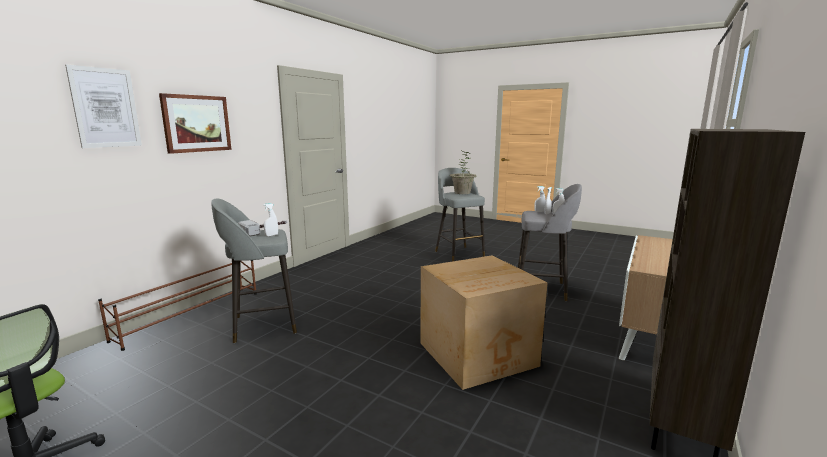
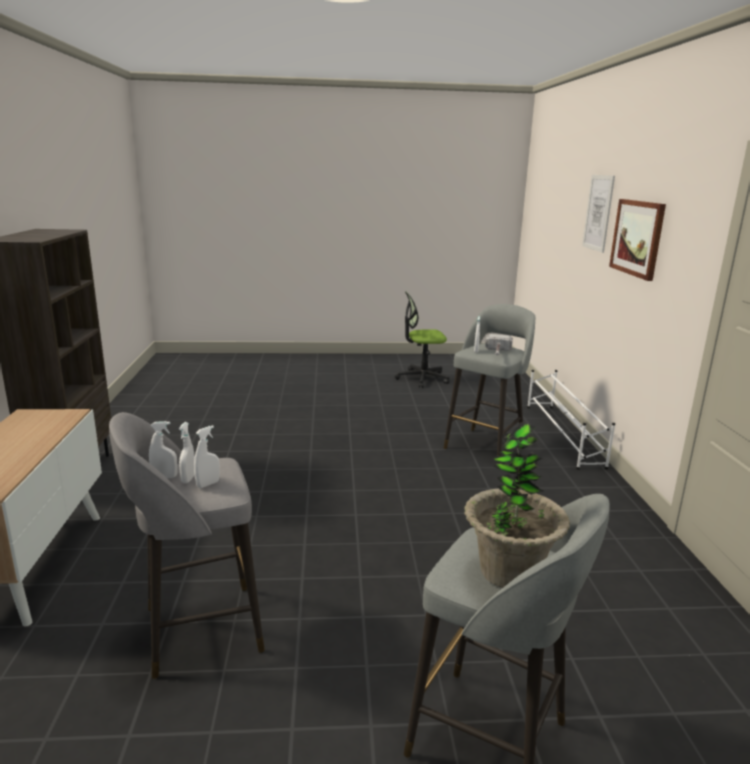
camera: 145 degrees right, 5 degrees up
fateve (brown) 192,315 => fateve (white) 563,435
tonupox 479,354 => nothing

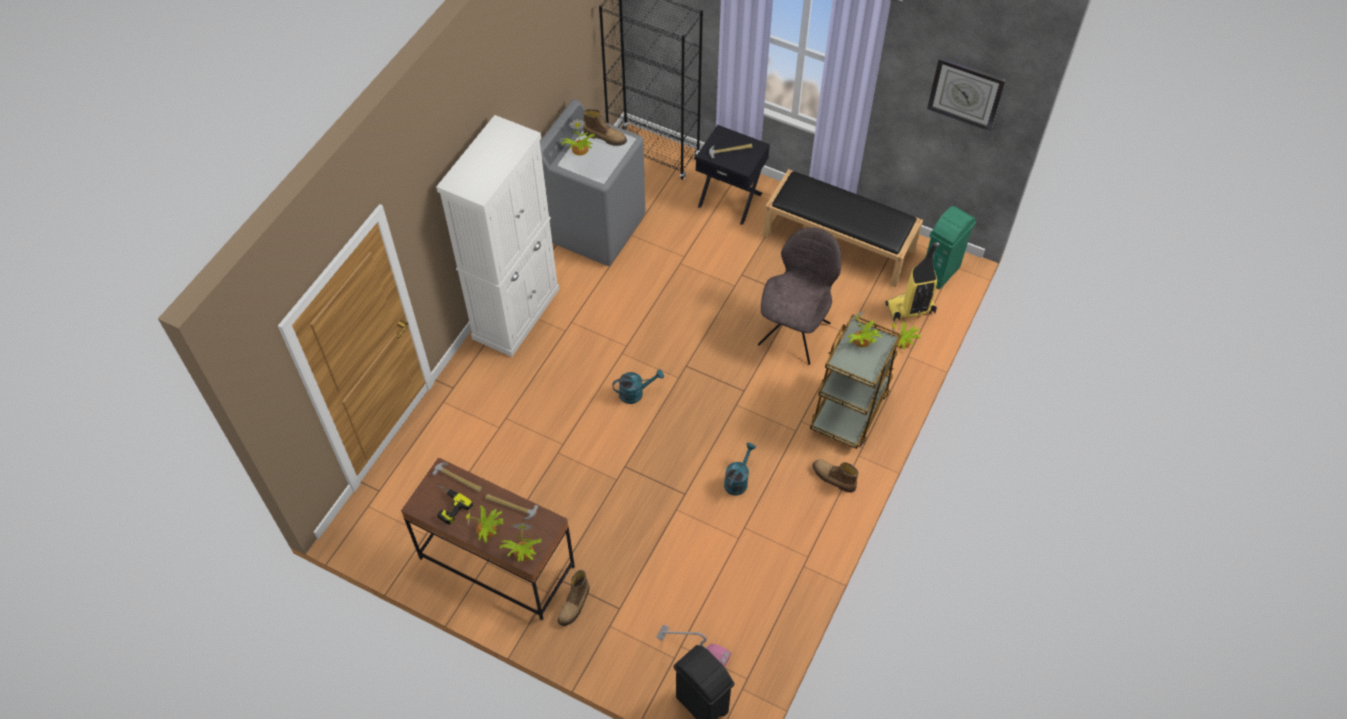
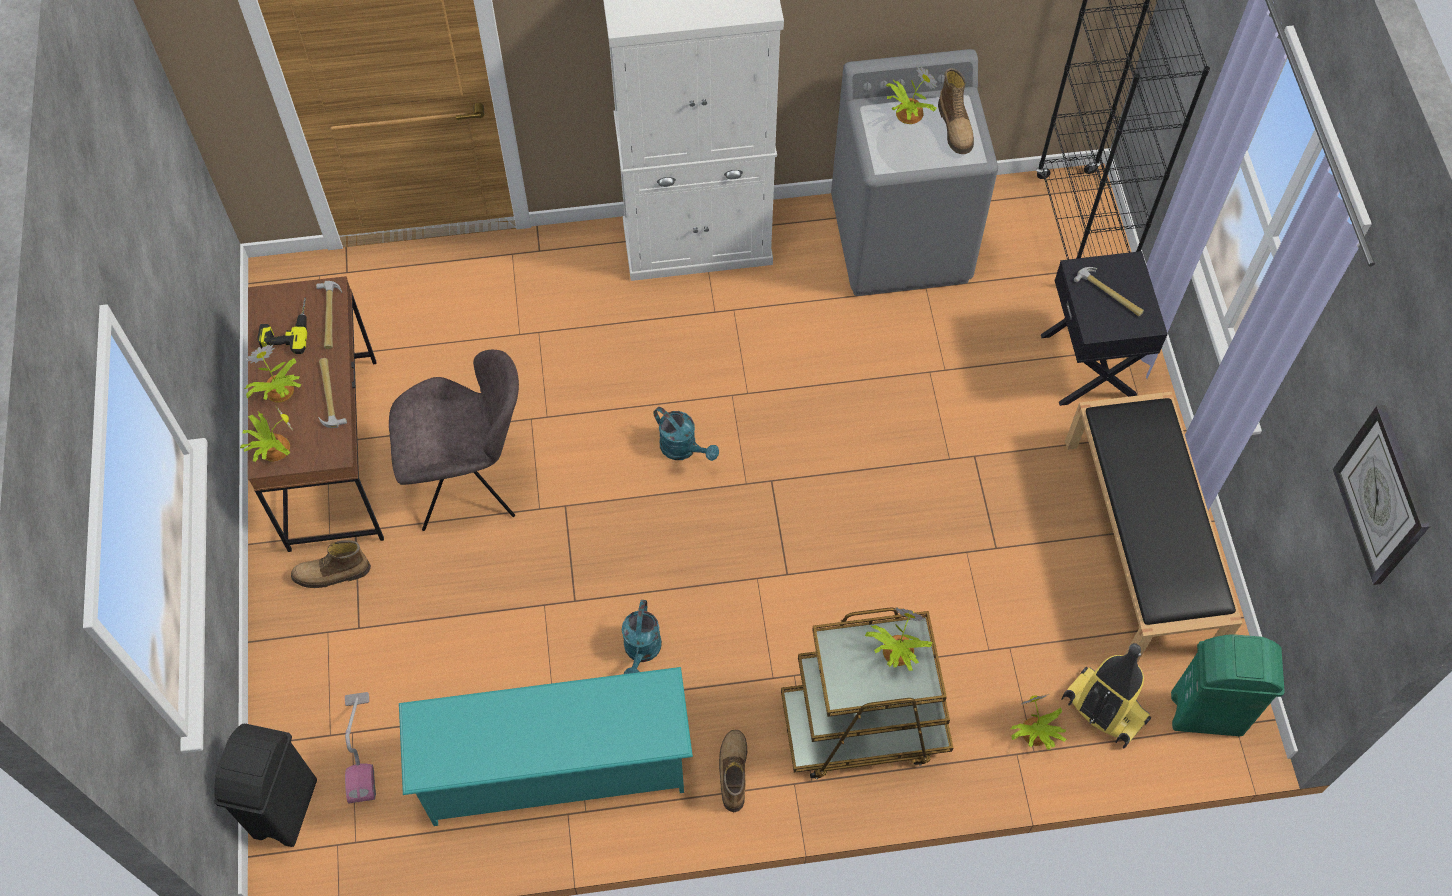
camera: 55 degrees right, 5 degrees up
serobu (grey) 795,332 => serobu (grey) 469,483, shifted
nothing => fateve (turquoise) 555,769
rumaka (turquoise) 738,480 => rumaka (turquoise) 641,651, 105 degrees clockwise

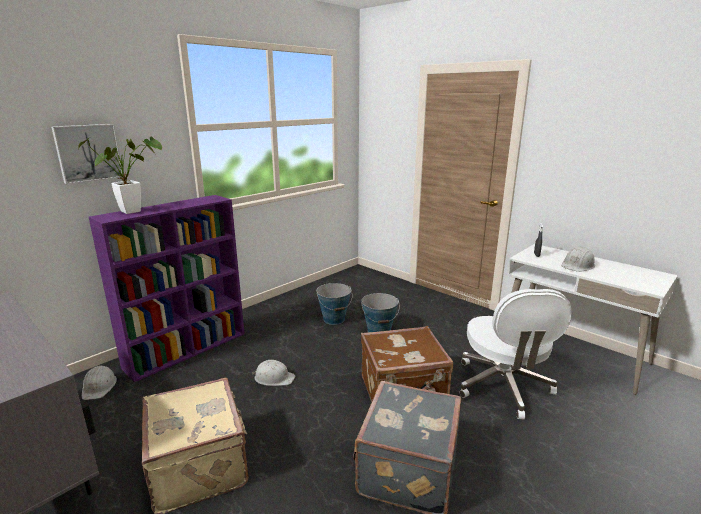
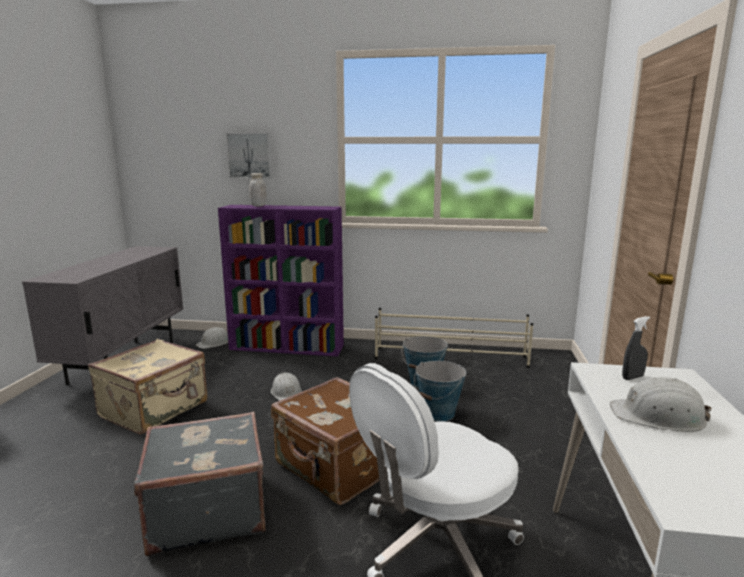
camera: 55 degrees right, 5 degrees down
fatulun 135,211 => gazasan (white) 258,206
nothing => fateve (beige) 451,357

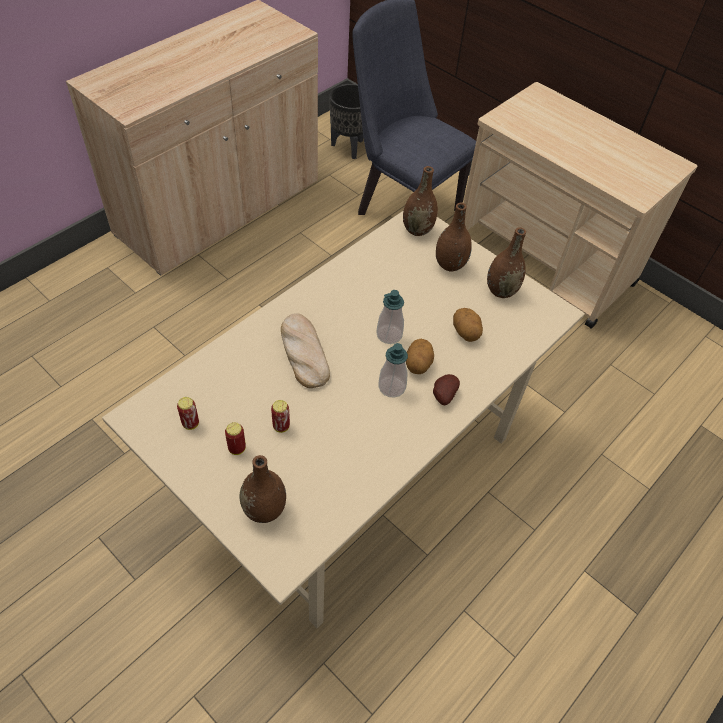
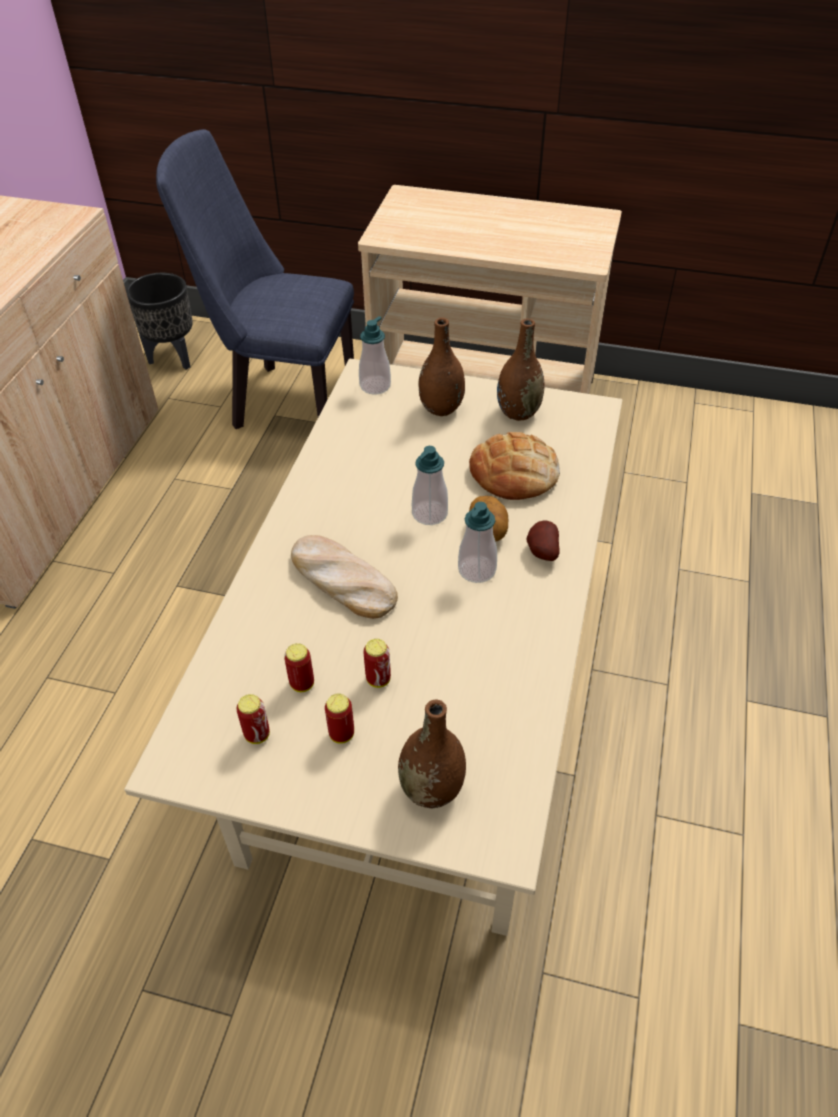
camera: 25 degrees left, 5 degrees down
nothing => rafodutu 302,684
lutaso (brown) 417,229 => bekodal 375,386
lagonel 466,333 => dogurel 514,473

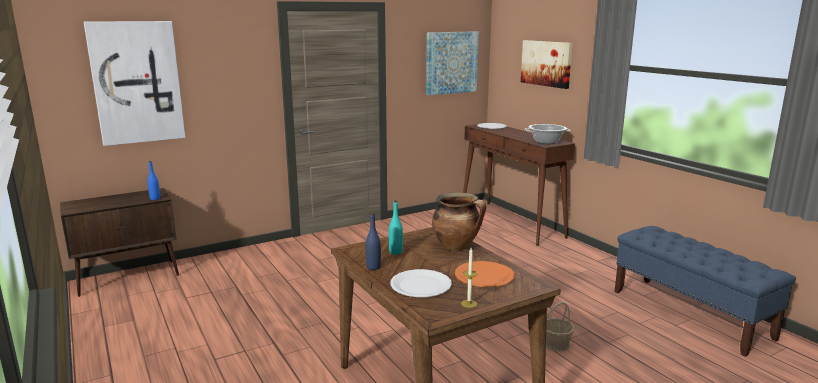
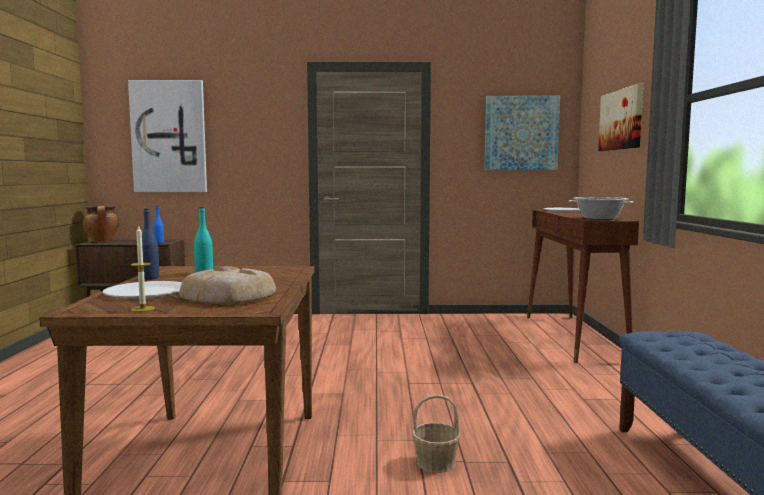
camera: 30 degrees right, 10 degrees down
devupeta 457,246 => devupeta 102,241, shifted
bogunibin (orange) 484,276 => dogurel 229,296

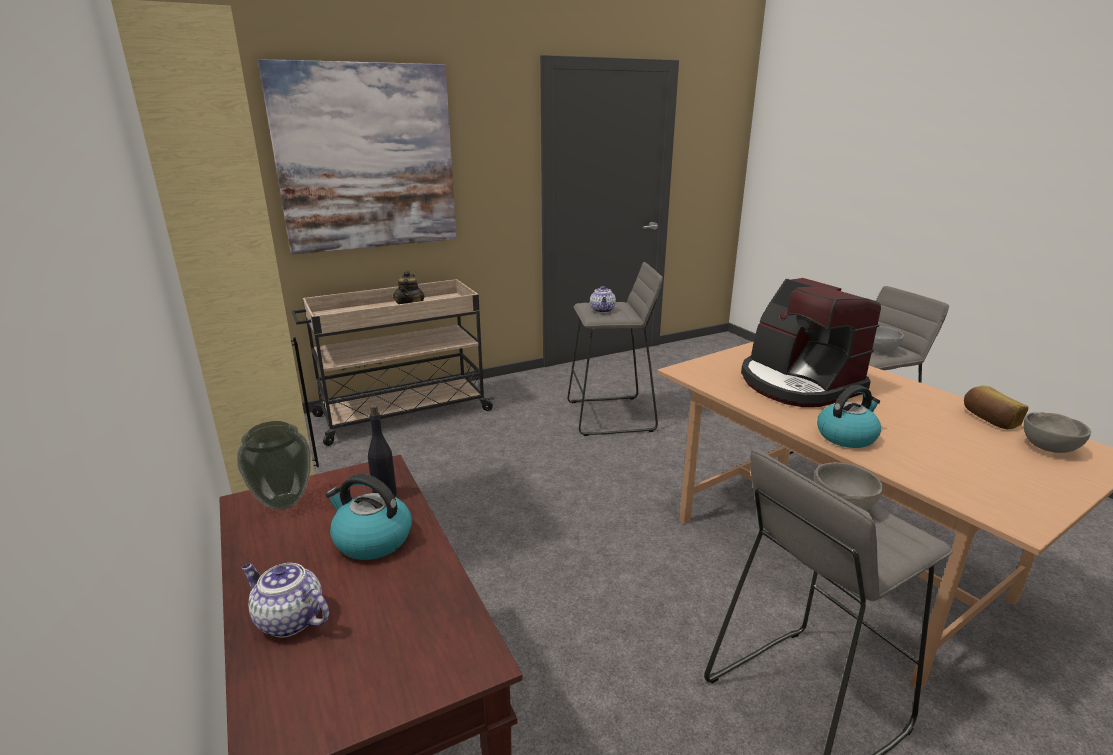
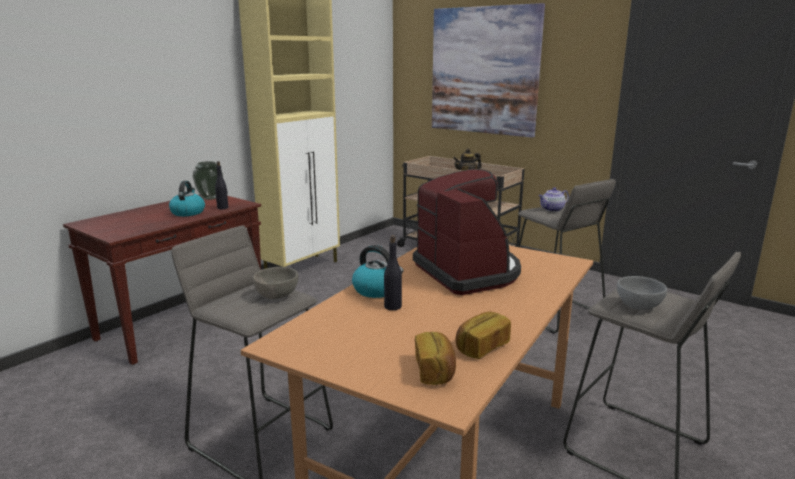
camera: 65 degrees right, 5 degrees down
nothing => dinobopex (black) 393,306
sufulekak 797,384 => sufulekak 468,272, 120 degrees clockwise
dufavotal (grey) 1049,448 => dogurel 435,371
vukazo 288,620 => nothing

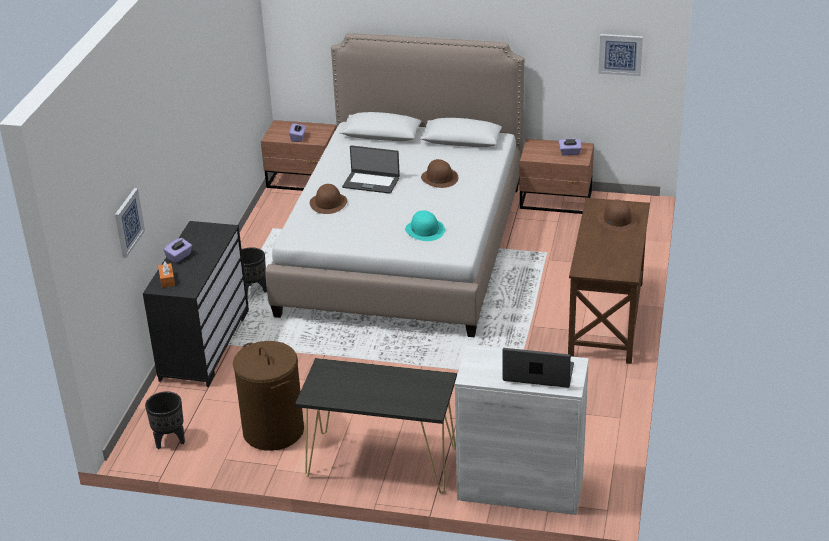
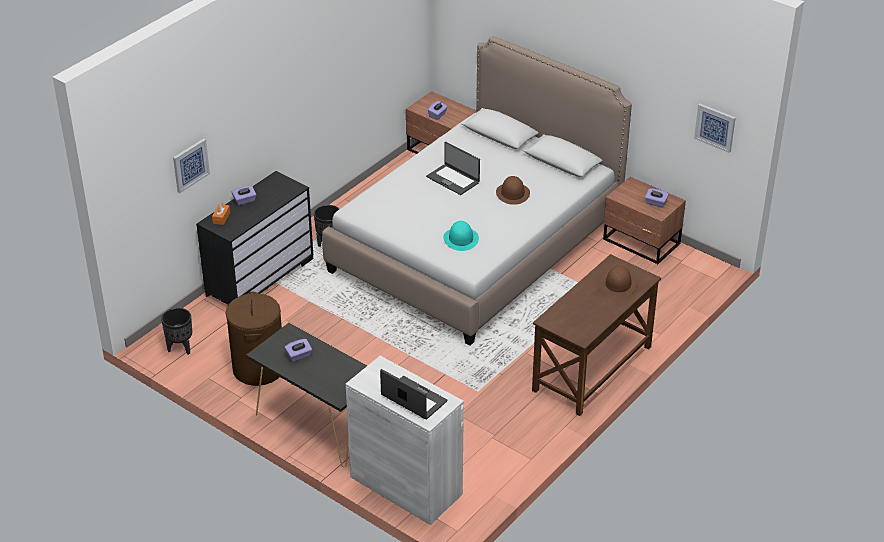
camera: 25 degrees right, 5 degrees up
nothing => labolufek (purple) 299,356
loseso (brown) 328,203 => nothing

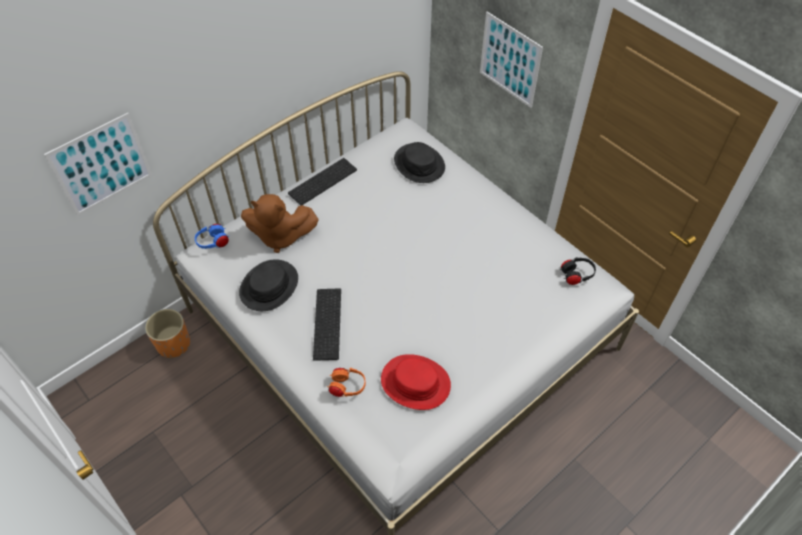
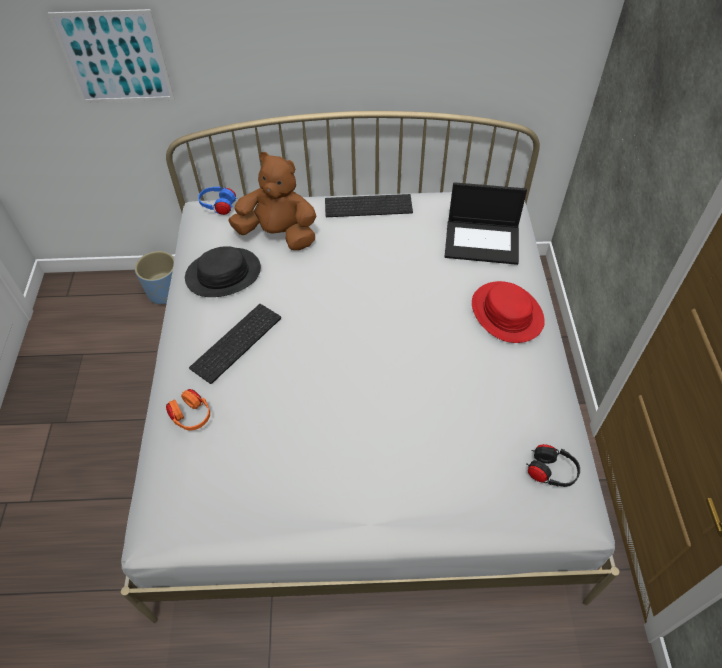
camera: 40 degrees right, 0 degrees up
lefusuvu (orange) 174,344 => lefusuvu (blue) 165,292
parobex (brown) 280,236 => parobex (brown) 279,234, 150 degrees clockwise
loseso (black) 419,164 => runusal 482,241
loseso (red) 415,383 => loseso (red) 506,313, shifted
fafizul 509,60 => nothing

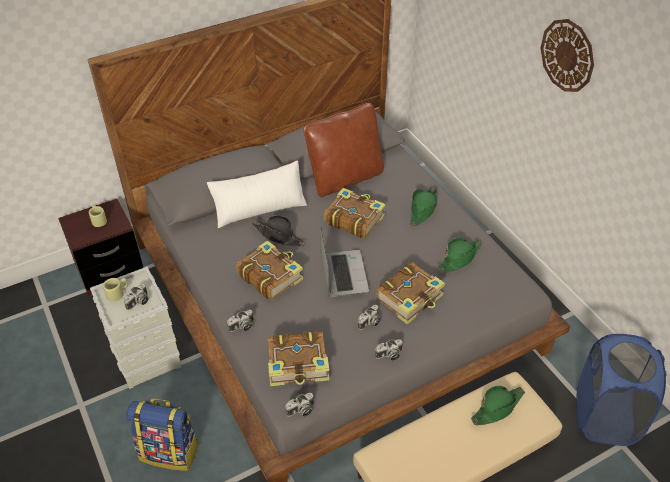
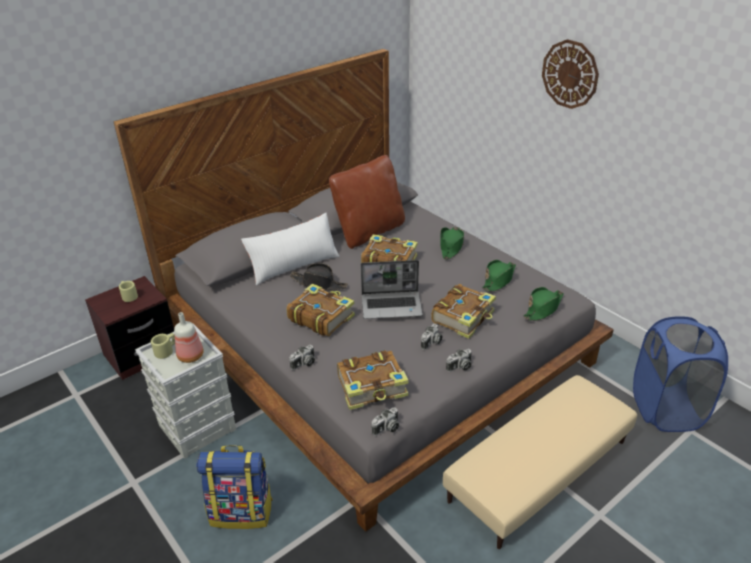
camera: 10 degrees left, 10 degrees down
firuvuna 138,302 => dinobopex 190,355
runusal 343,273 => runusal 392,306, 105 degrees clockwise
loseso (green) 497,408 => loseso (green) 543,308, shifted

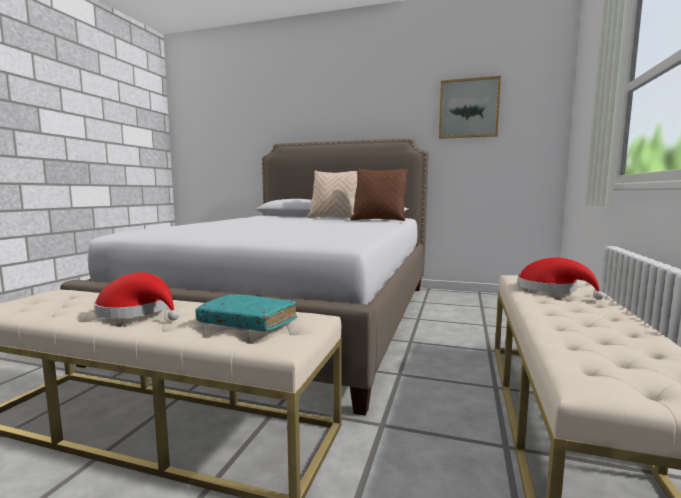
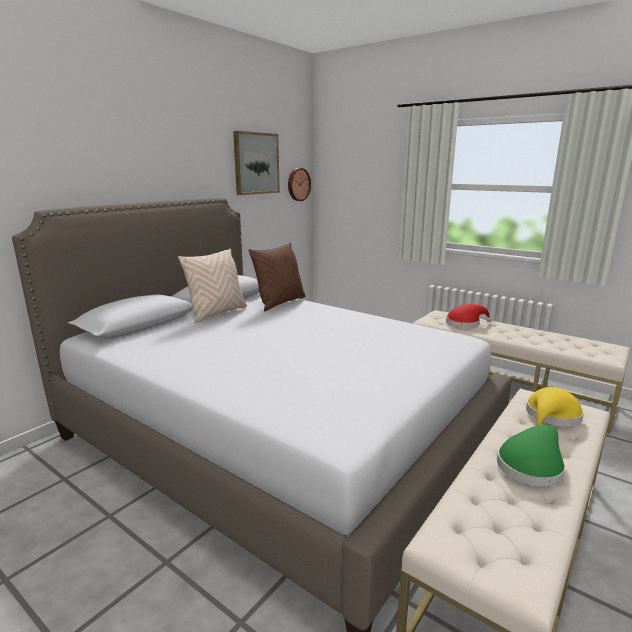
camera: 70 degrees left, 10 degrees up
nothing => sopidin 298,184
loseso (red) 138,312 => loseso (green) 531,465
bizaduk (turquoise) 248,322 => loseso (yellow) 551,417

